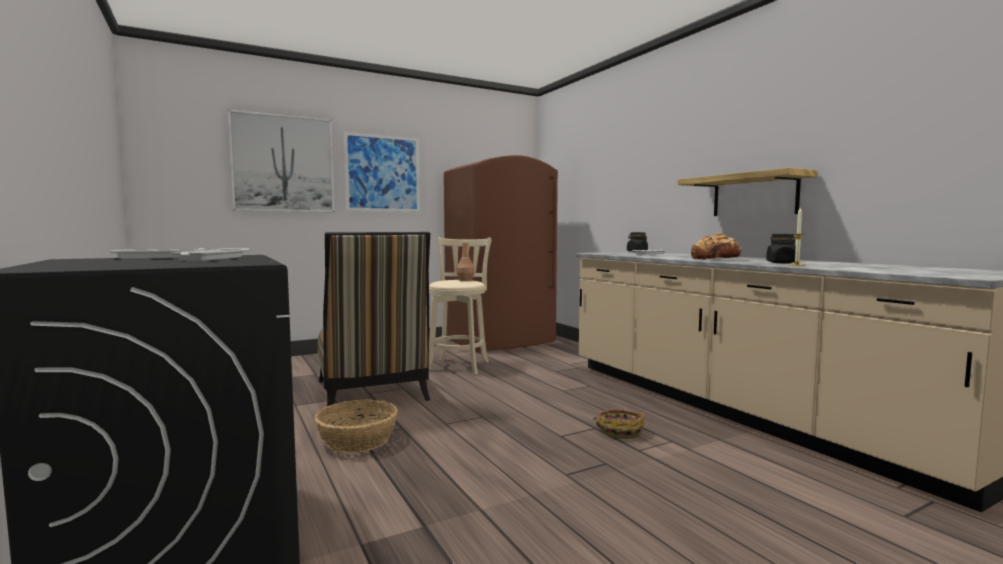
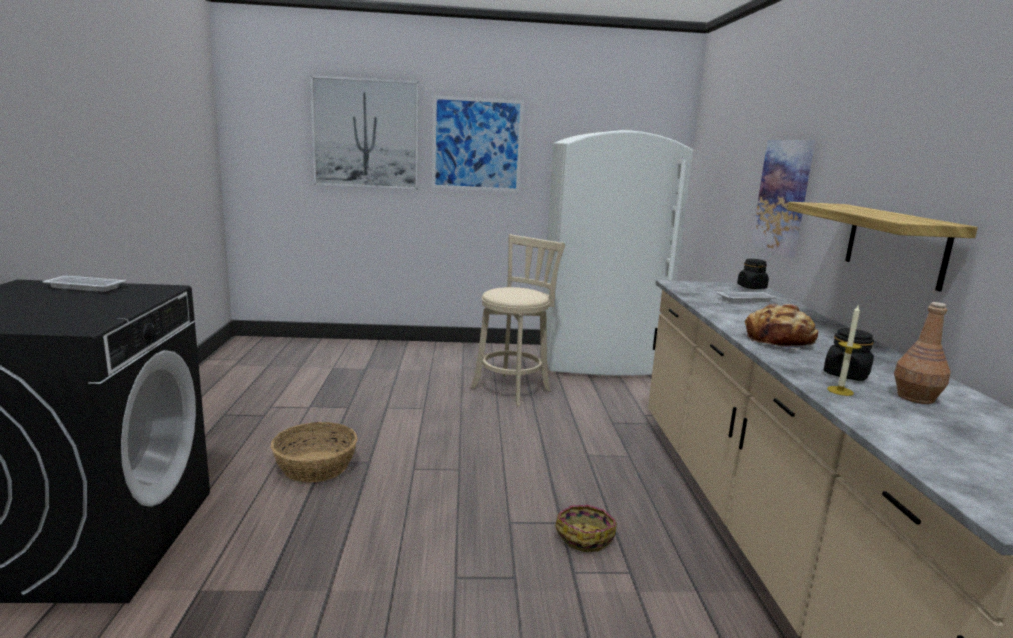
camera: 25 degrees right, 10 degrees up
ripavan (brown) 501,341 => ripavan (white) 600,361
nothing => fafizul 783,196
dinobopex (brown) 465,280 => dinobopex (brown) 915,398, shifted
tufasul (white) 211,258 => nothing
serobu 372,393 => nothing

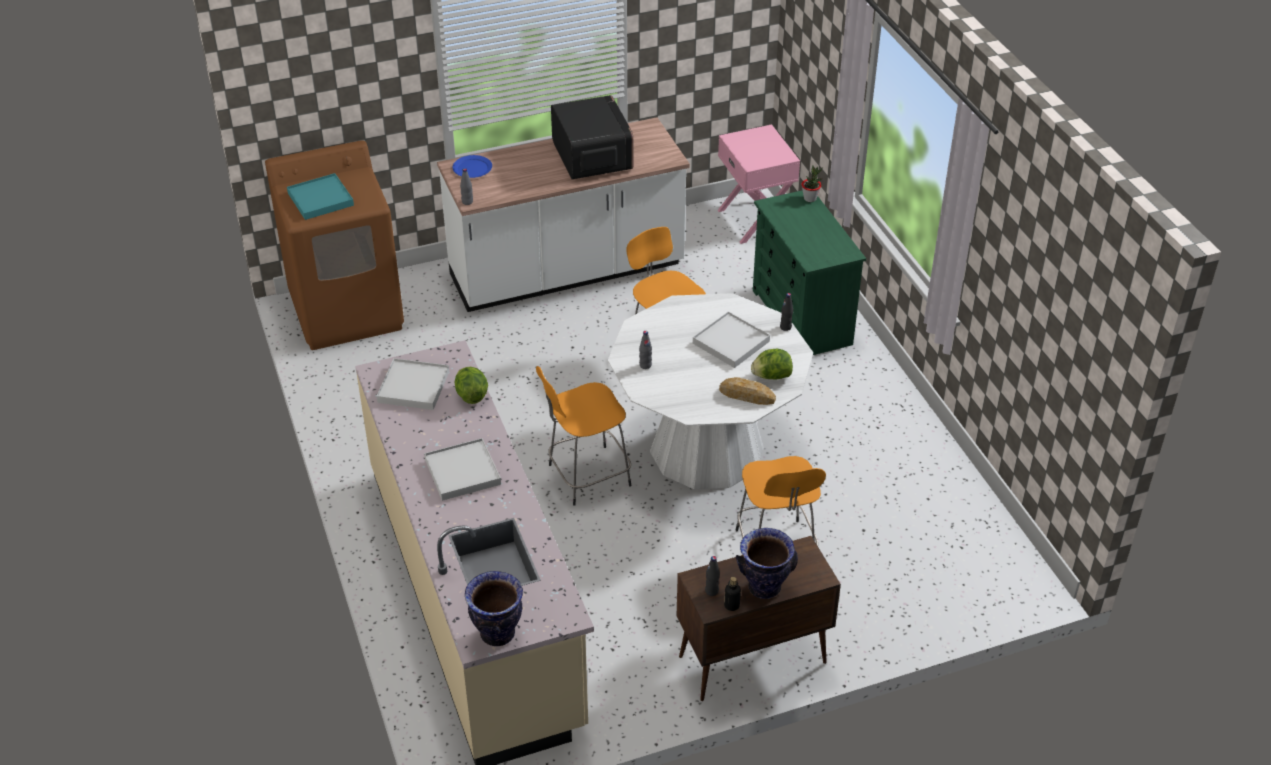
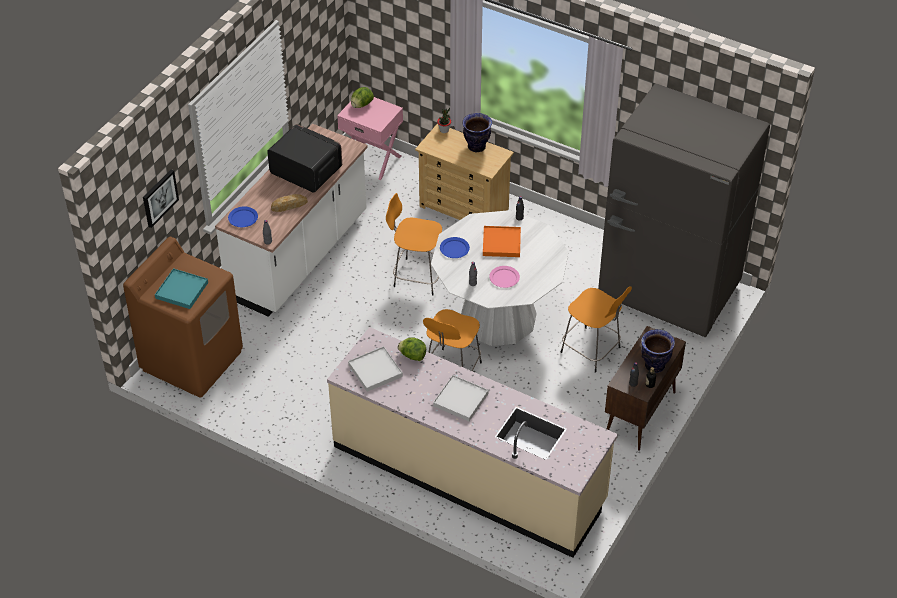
camera: 40 degrees left, 5 degrees up
nothing => fafizul 159,198
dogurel 747,395 => dogurel 289,205, shifted
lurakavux 771,376 => lurakavux 361,105, shifted
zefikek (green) 801,317 => zefikek (beige) 464,208
nothing => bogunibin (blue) 454,249
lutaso 496,633 => lutaso 476,147, shifted
tufasul (white) 731,342 => tufasul (orange) 501,243
nothing => bogunibin (pink) 504,278
nothing => ripavan (grey) 668,292

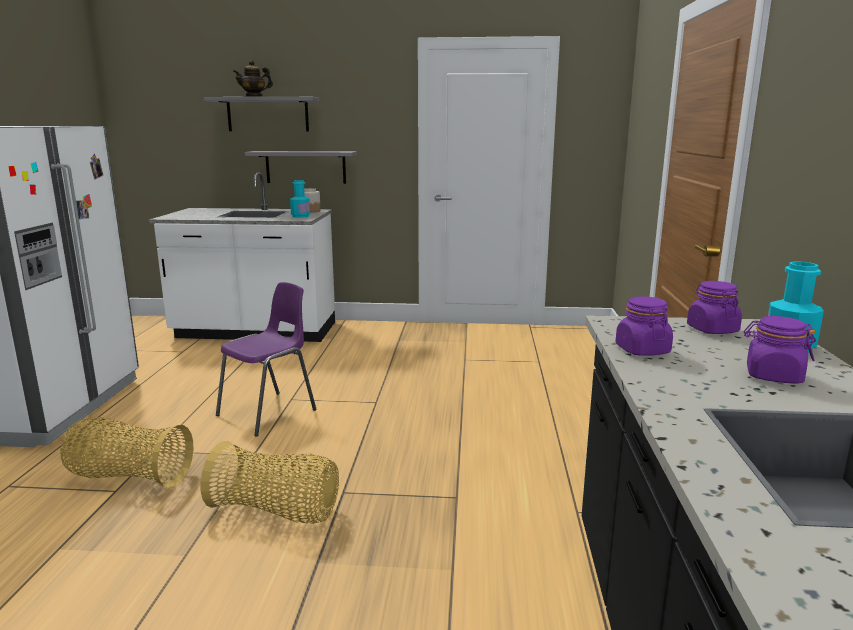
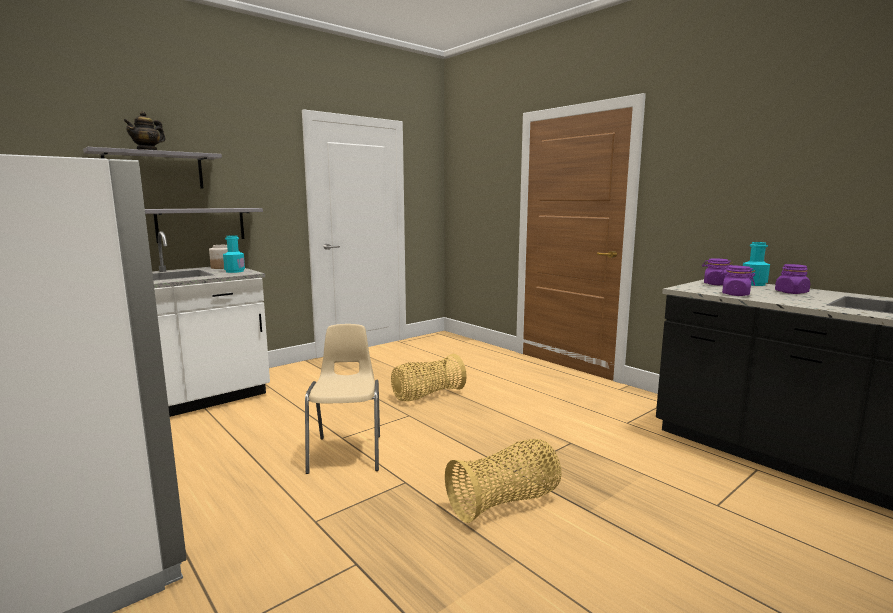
camera: 45 degrees left, 5 degrees down
serobu (purple) 269,412 => serobu (beige) 347,452
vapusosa 129,477 => vapusosa 427,395, shifted

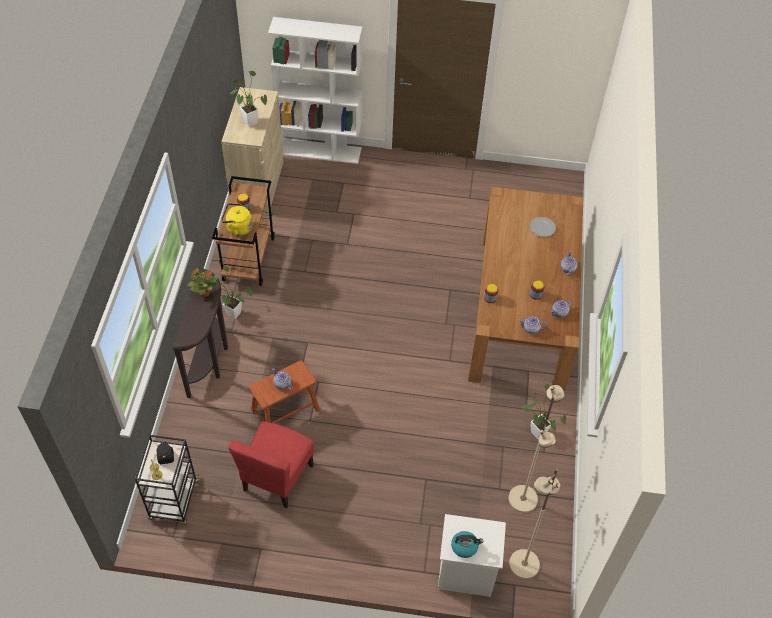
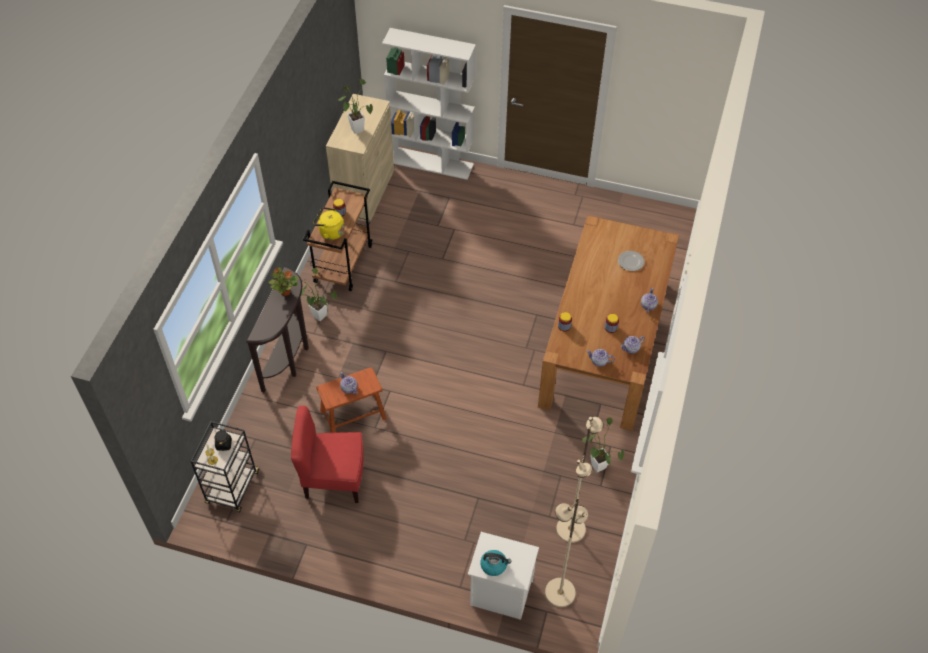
camera: 10 degrees right, 0 degrees up
serobu (red) 277,477 => serobu (red) 334,478, 60 degrees clockwise

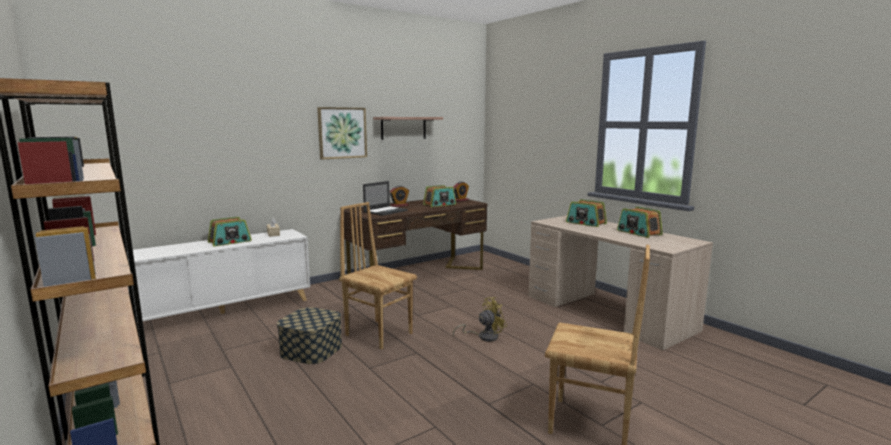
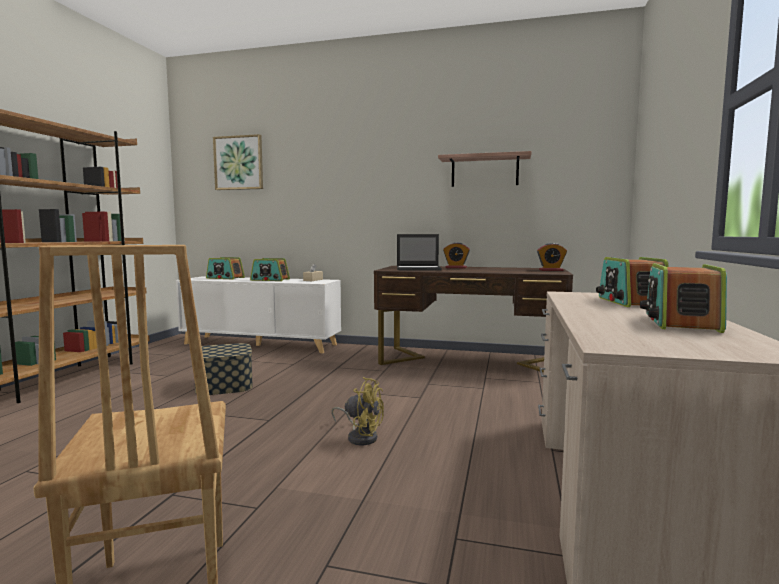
camera: 50 degrees right, 5 degrees down
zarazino 439,204 => zarazino 225,278, shifted
fafizul 342,133 => fafizul 239,163, shifted
serobu (brown) 379,333 => nothing

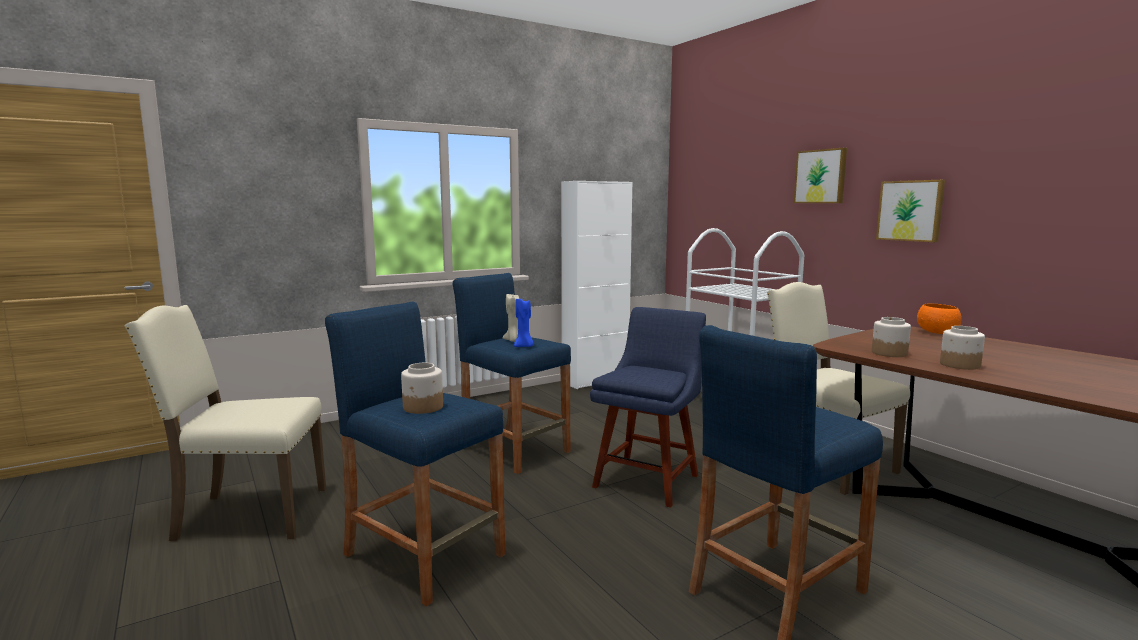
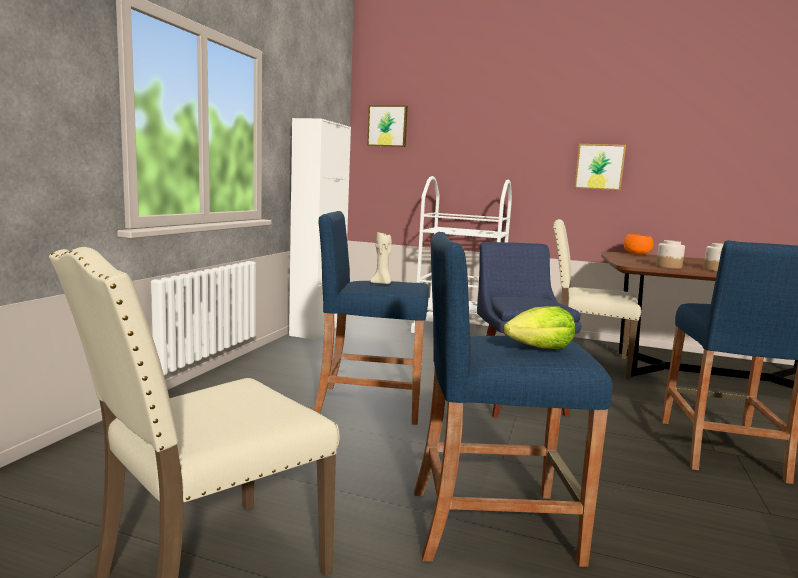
camera: 40 degrees left, 0 degrees up
fafizul 821,176 => fafizul 387,126, shifted
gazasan 423,407 => lurakavux 540,348
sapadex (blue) 524,346 => nothing

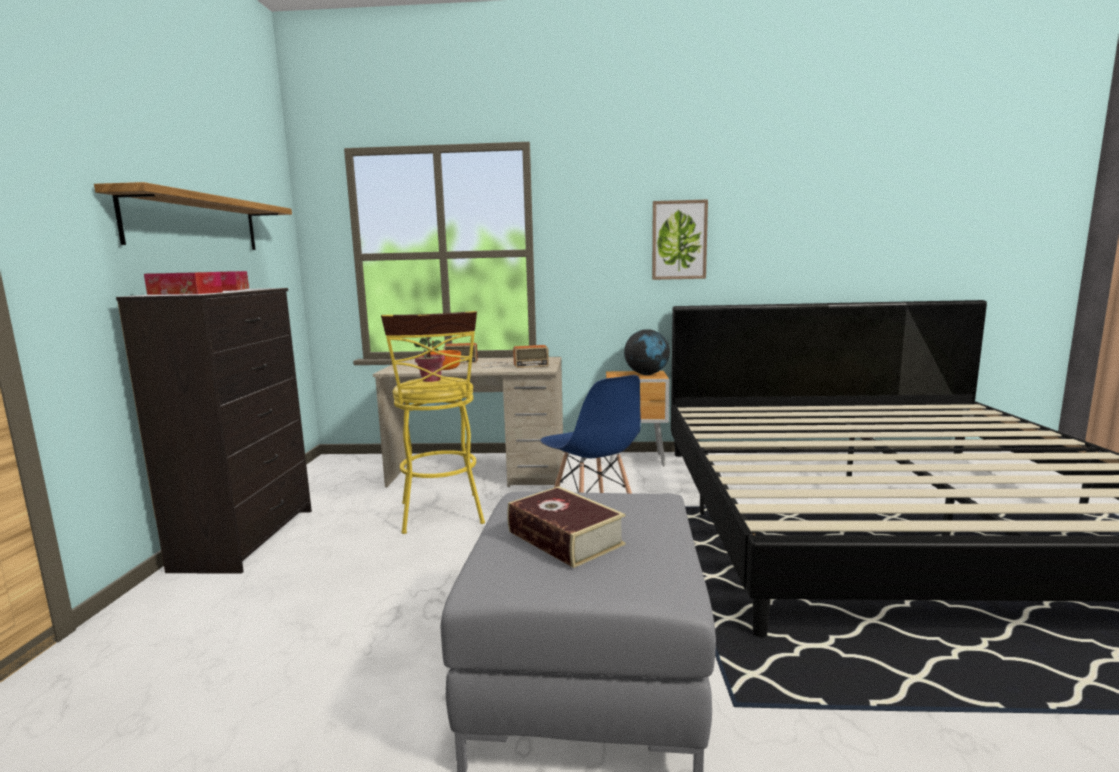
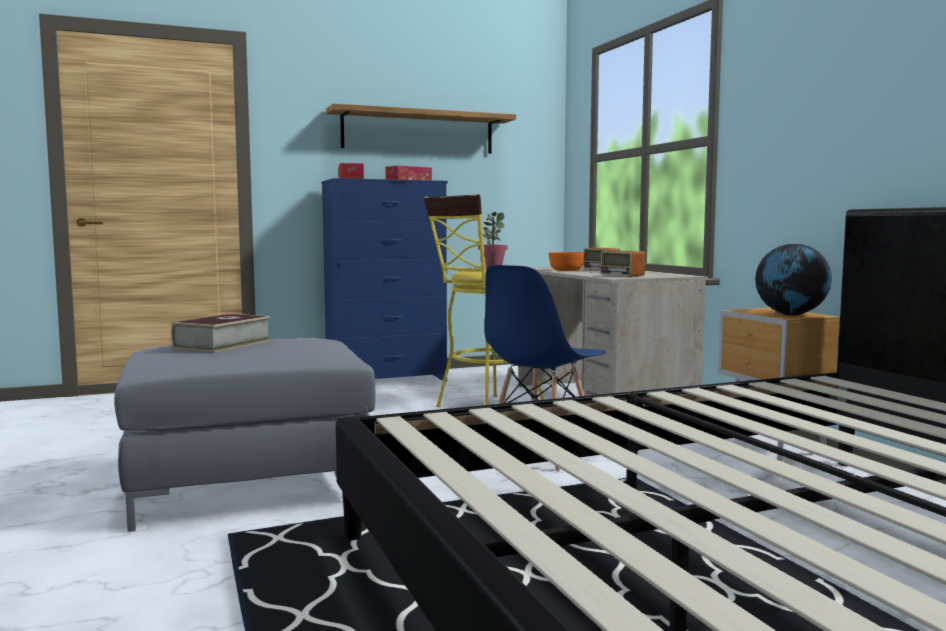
camera: 65 degrees right, 5 degrees down
zefikek (black) 248,538 => zefikek (blue) 387,380
fafizul 679,240 => nothing

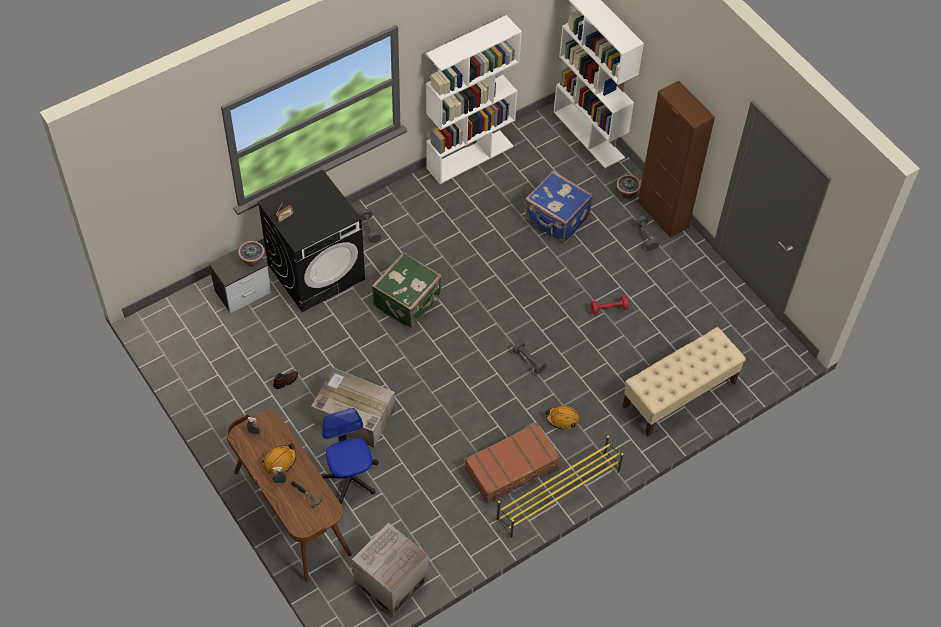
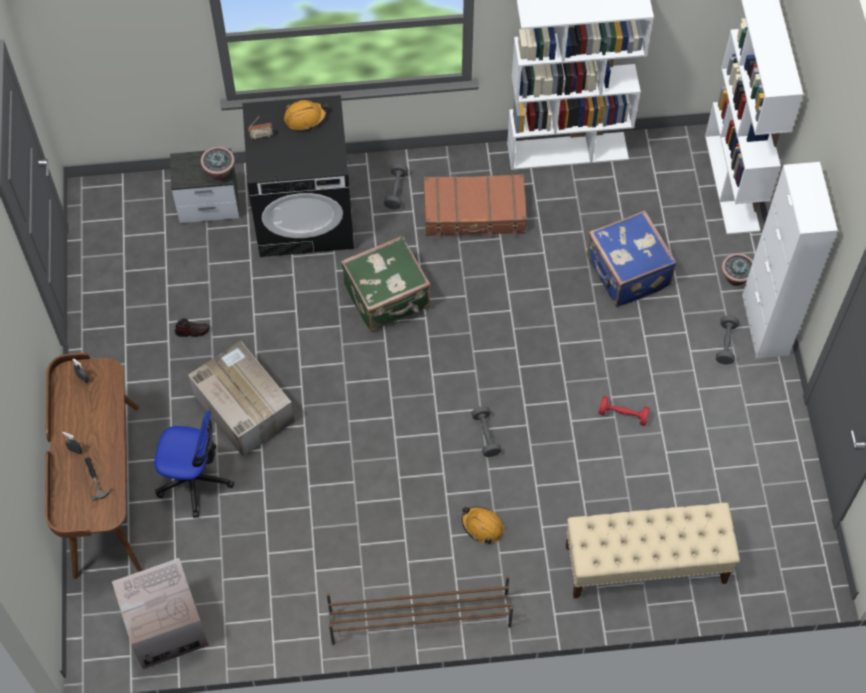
camera: 30 degrees right, 5 degrees up
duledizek 350,478 => duledizek 194,479, 90 degrees clockwise
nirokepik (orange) 279,461 => nirokepik (orange) 305,118, shifted
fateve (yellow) 557,496 => fateve (brown) 419,619
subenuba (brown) 512,468 => subenuba (brown) 474,213, shifted
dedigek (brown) 663,214 => dedigek (white) 765,325

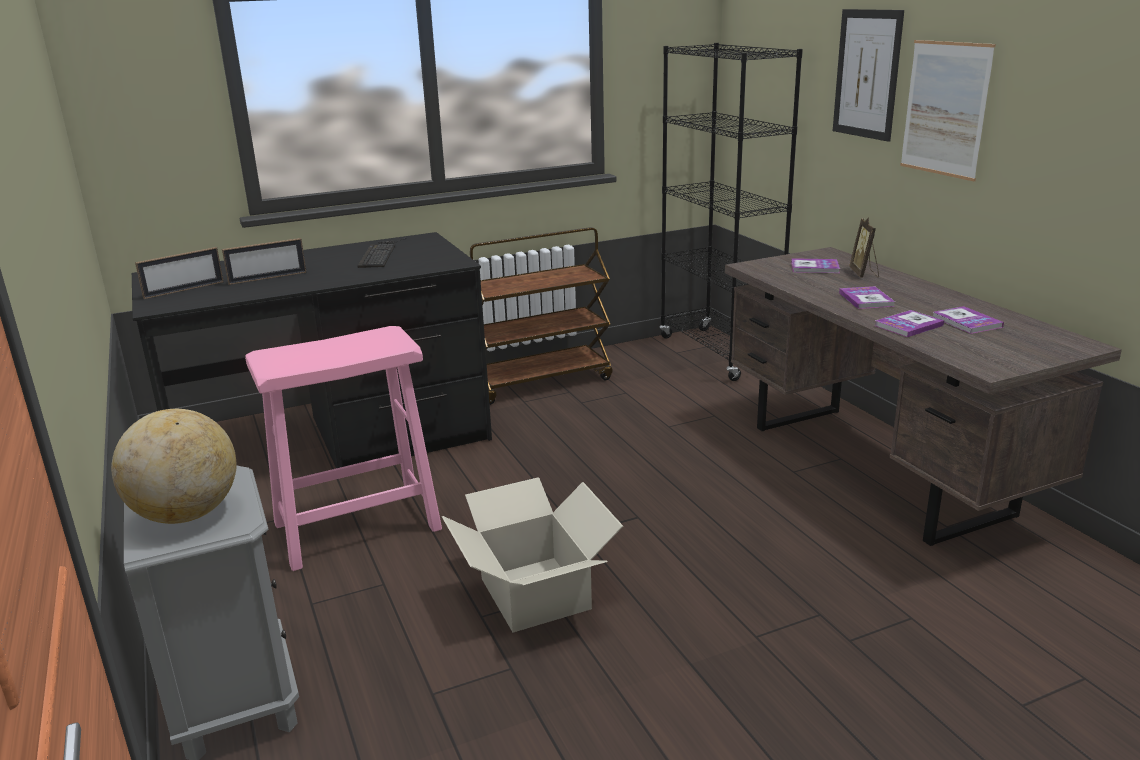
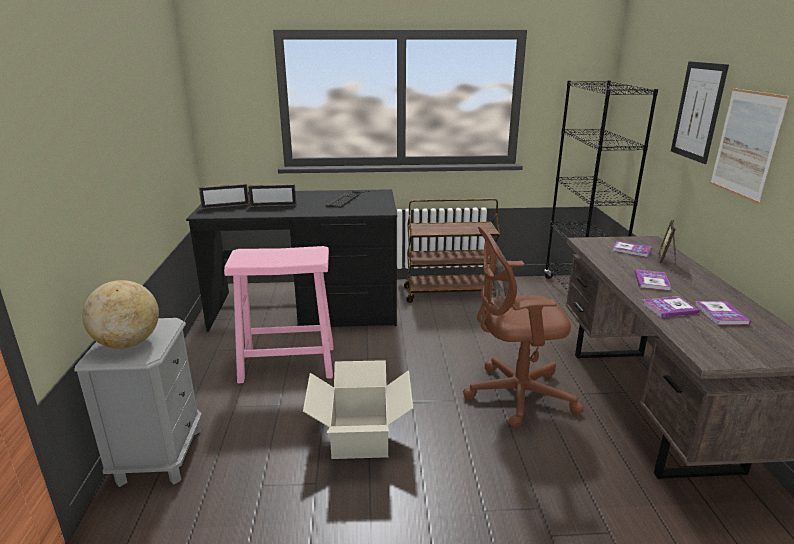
camera: 20 degrees right, 0 degrees up
nothing => duledizek (brown) 514,395

